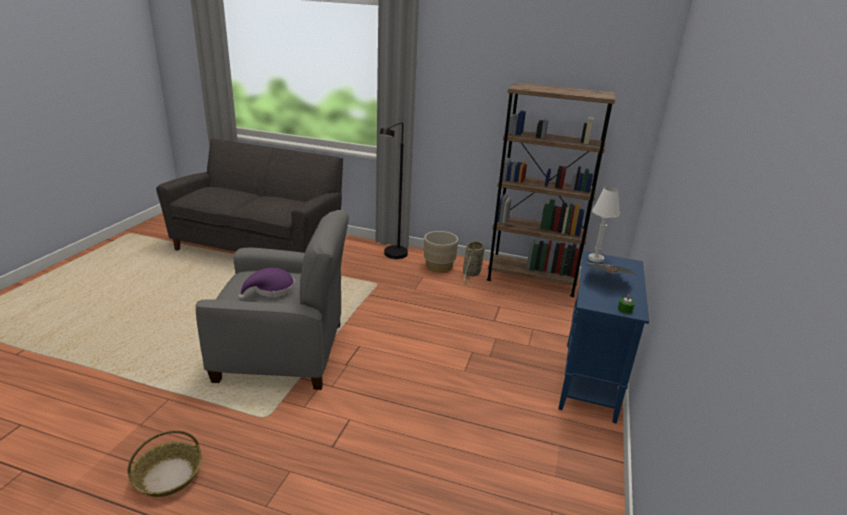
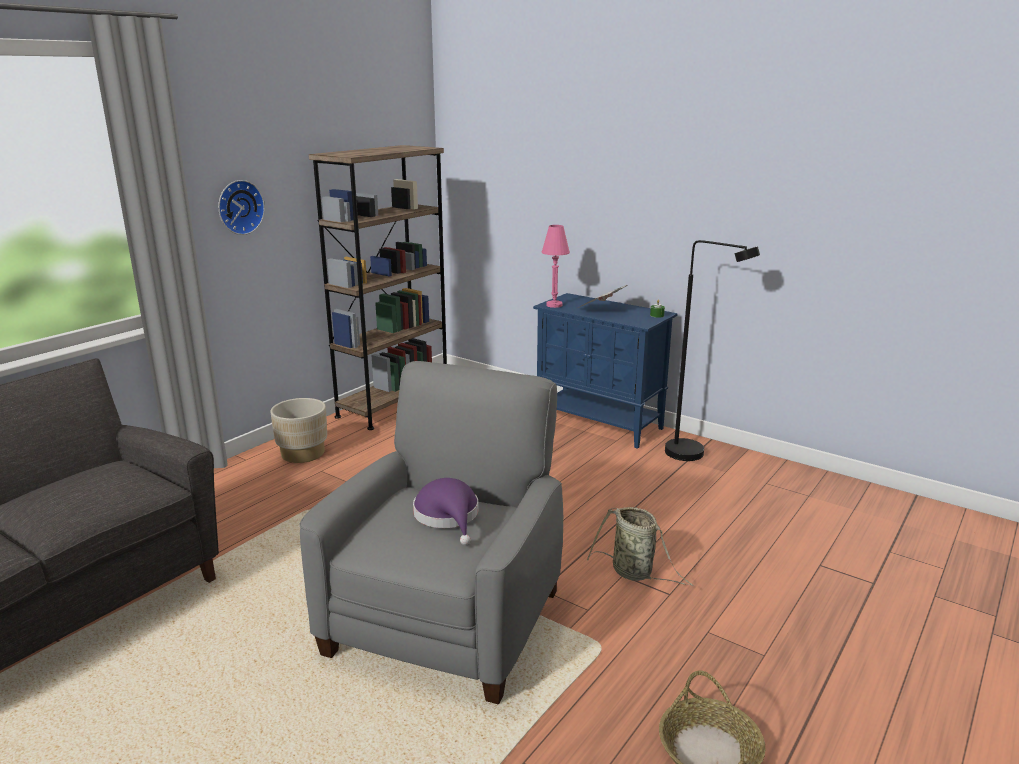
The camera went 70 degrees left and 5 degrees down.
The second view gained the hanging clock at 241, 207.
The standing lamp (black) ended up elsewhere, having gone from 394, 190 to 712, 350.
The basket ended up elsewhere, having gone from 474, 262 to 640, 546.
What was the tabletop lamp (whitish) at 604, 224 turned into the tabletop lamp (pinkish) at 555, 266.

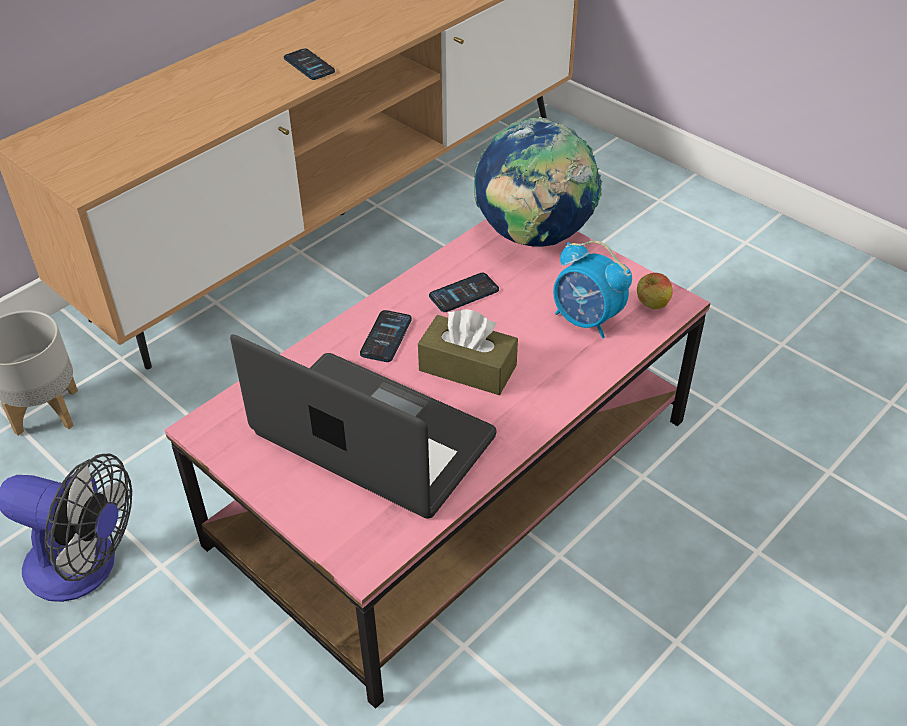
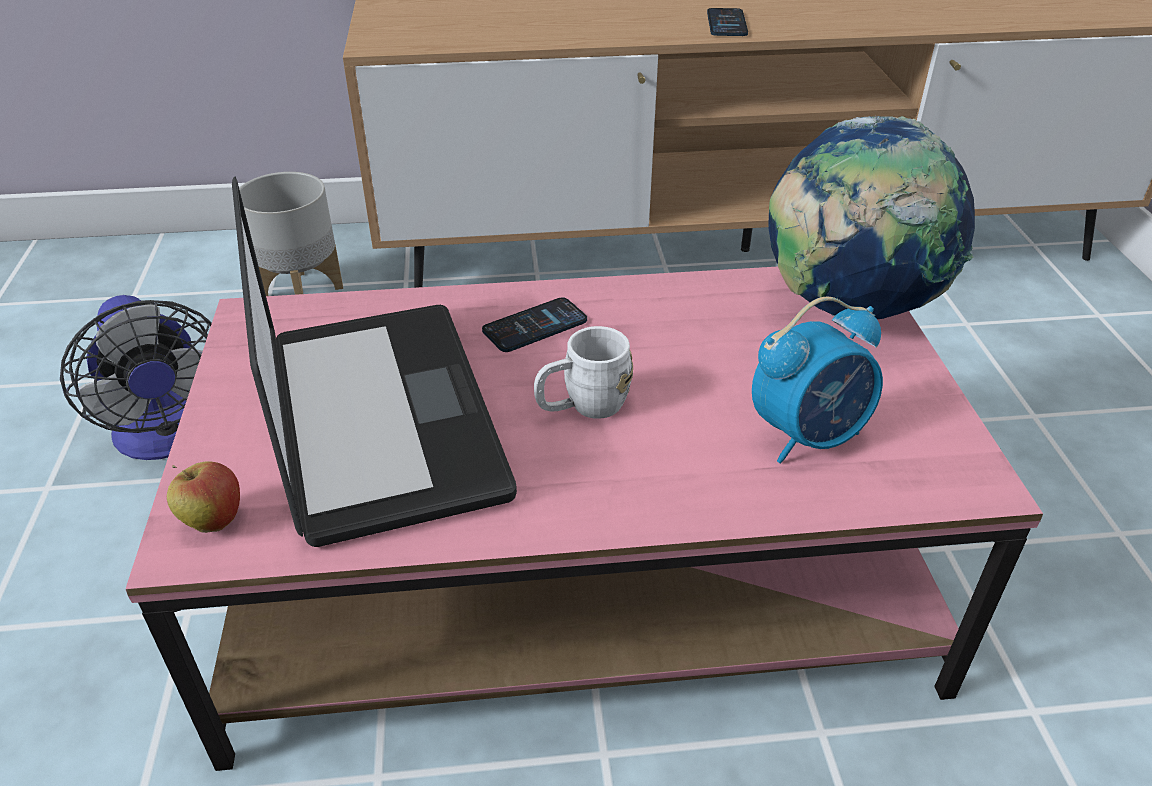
The camera went 40 degrees right and 5 degrees down.
The second view lost the telephone at 464, 292.
The apple fruit ended up elsewhere, having gone from 655, 291 to 203, 497.
Where the tissue holder (brown) stood at 468, 352, the mug (whitish) came to stand at 583, 372.
The table clock at 592, 289 ended up facing another way, 105 degrees counterclockwise from before.

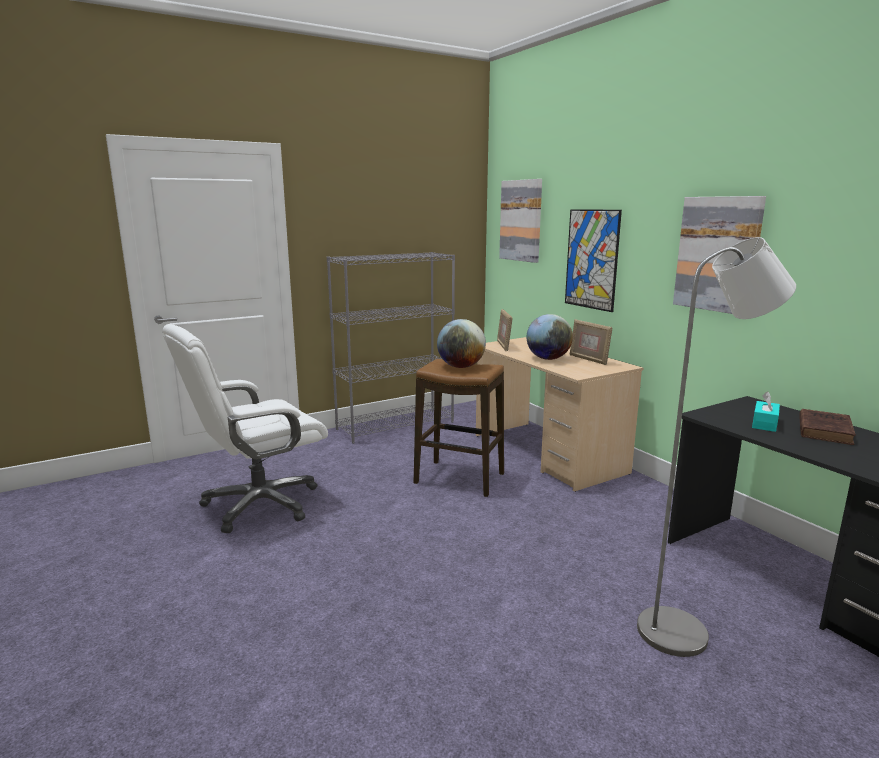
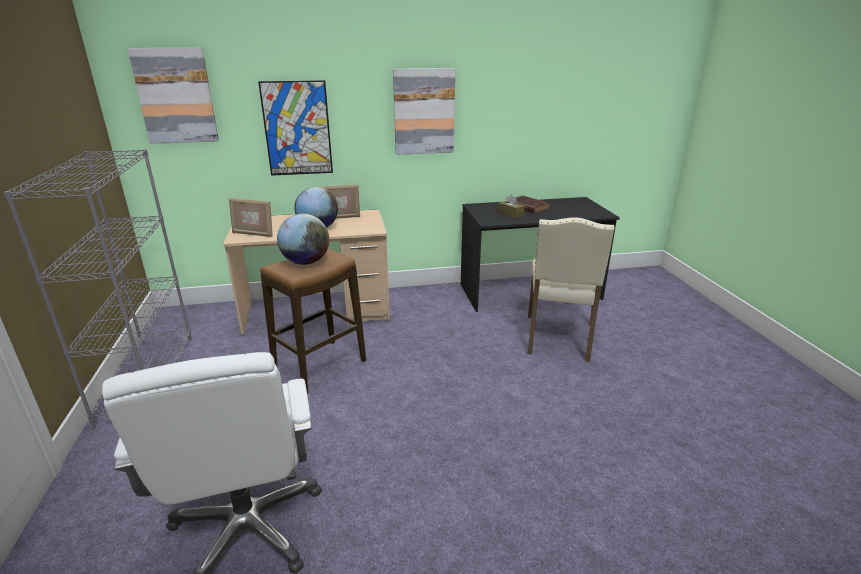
The camera went 70 degrees left and 10 degrees up.
Where the standing lamp (greyish) stood at 716, 447, the chair (beige) came to stand at 571, 289.
What was the tissue holder (turquoise-coloured) at 766, 411 turned into the tissue holder (brown) at 511, 206.

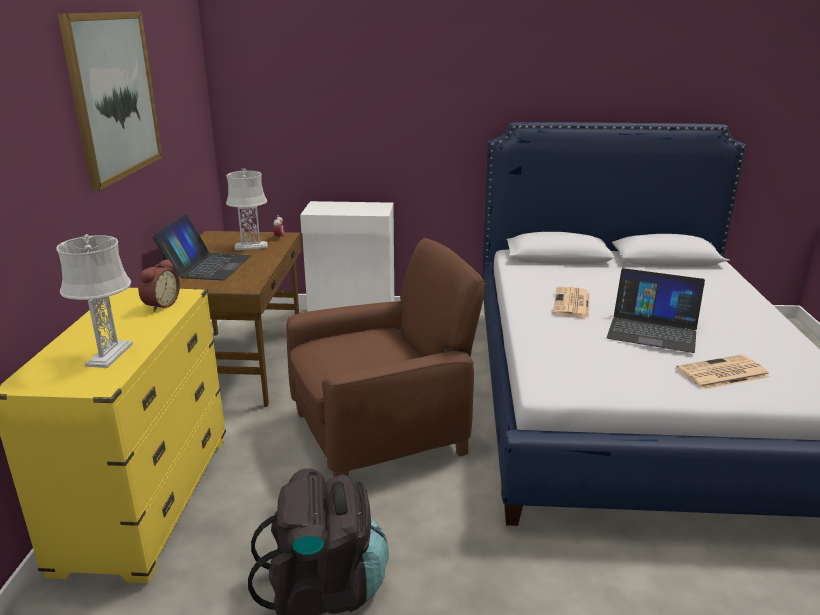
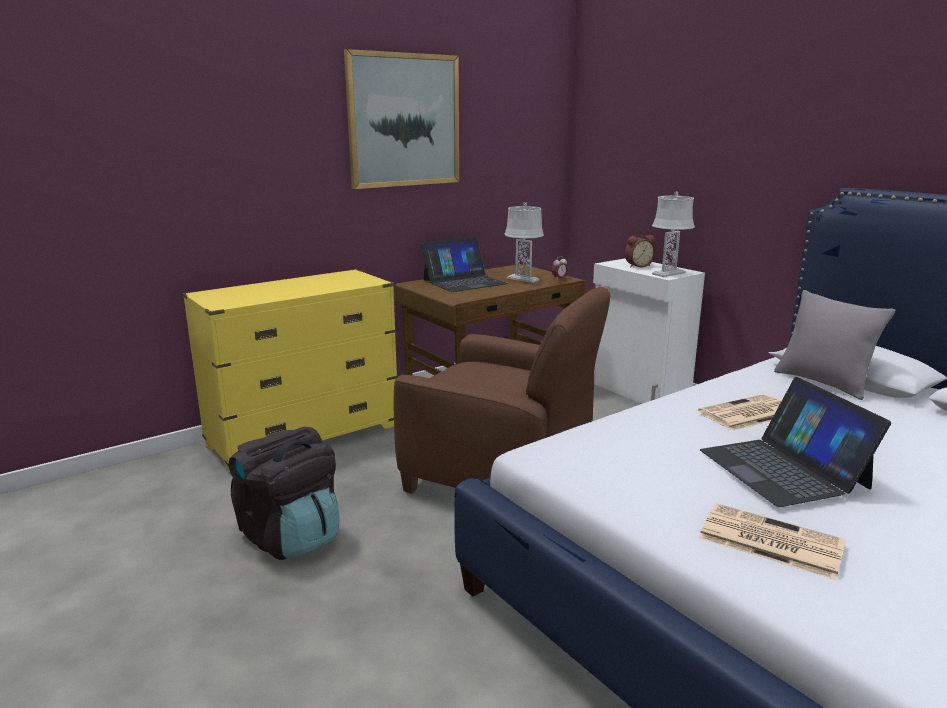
The camera went 50 degrees right and 5 degrees down.
The second view gained the throw pillow (greyish) at 834, 345.
The tabletop lamp (greyish) ended up elsewhere, having gone from 94, 301 to 673, 234.
The table clock ended up elsewhere, having gone from 159, 285 to 640, 251.

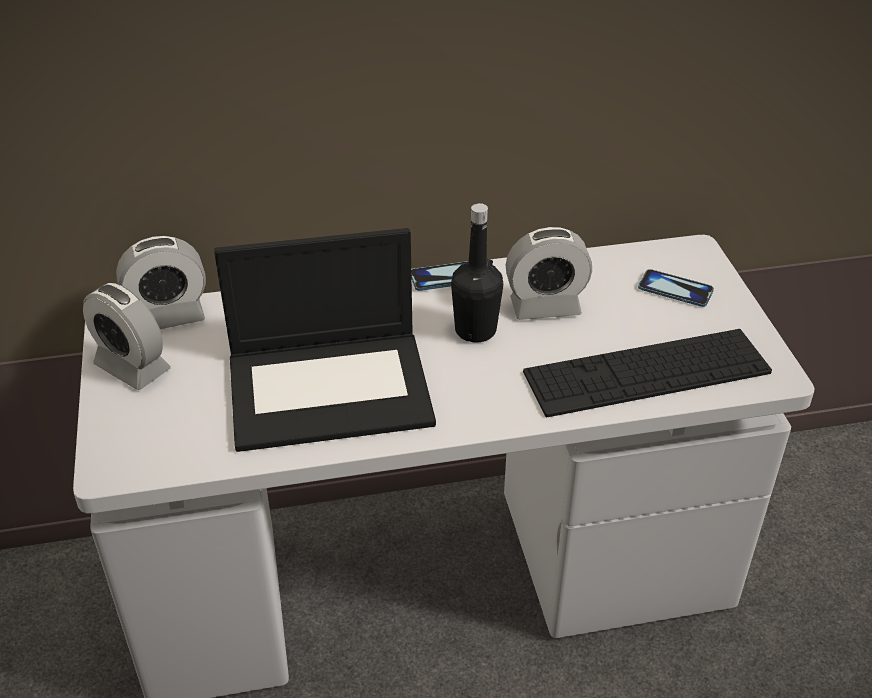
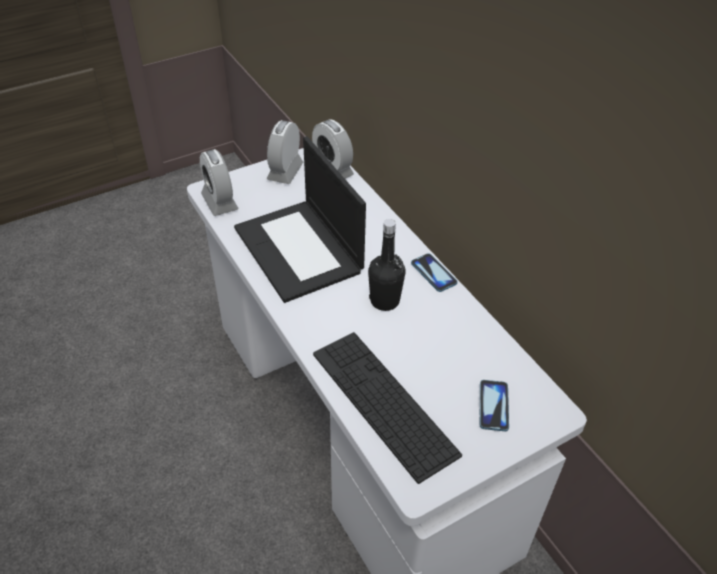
The camera went 70 degrees right and 5 degrees up.
The table clock ended up elsewhere, having gone from 549, 273 to 219, 182.

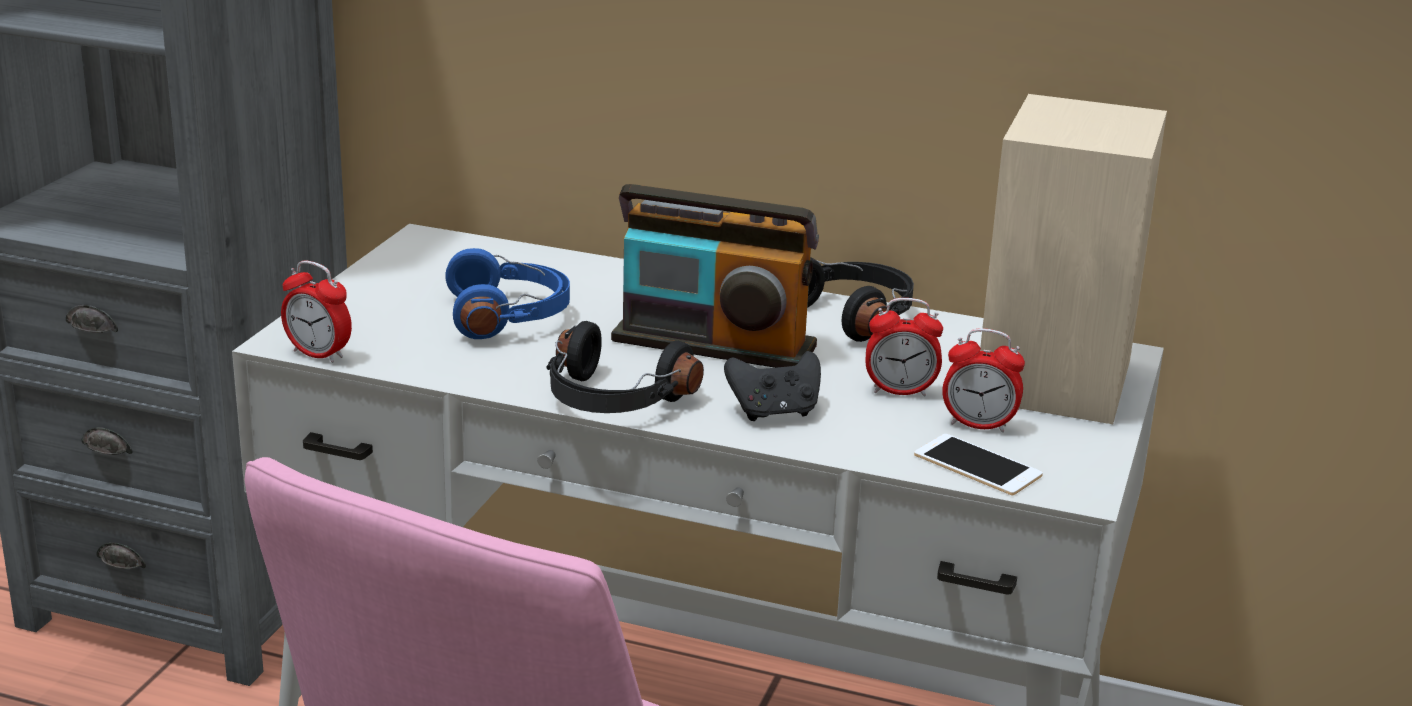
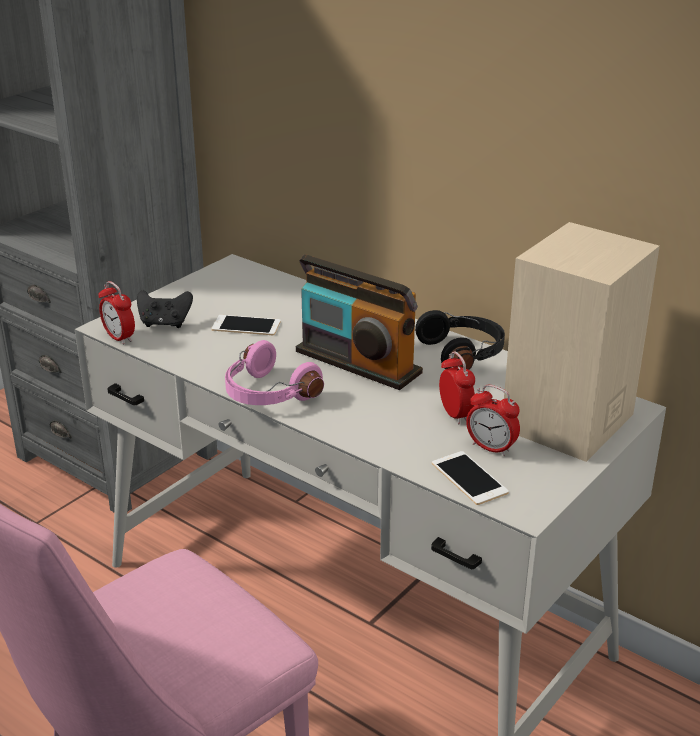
The camera went 20 degrees right and 5 degrees up.
The game controller (black) ended up elsewhere, having gone from 772, 386 to 165, 309.
Where the pair of headphones (blue) stood at 507, 293, the telephone came to stand at 246, 325.
What was the pair of headphones (black) at 625, 367 turned into the pair of headphones (pinkish) at 274, 372.
The table clock at 904, 347 ended up facing another way, 135 degrees counterclockwise from before.

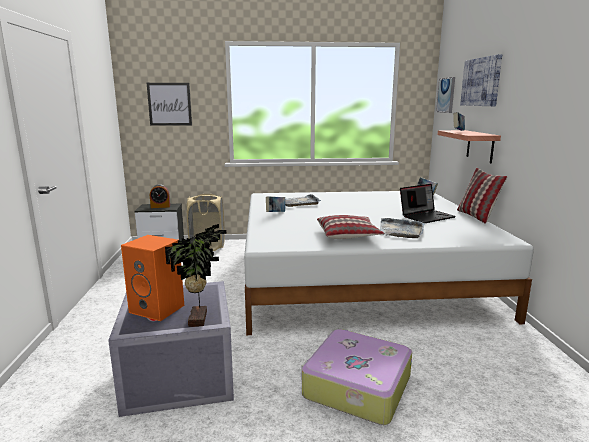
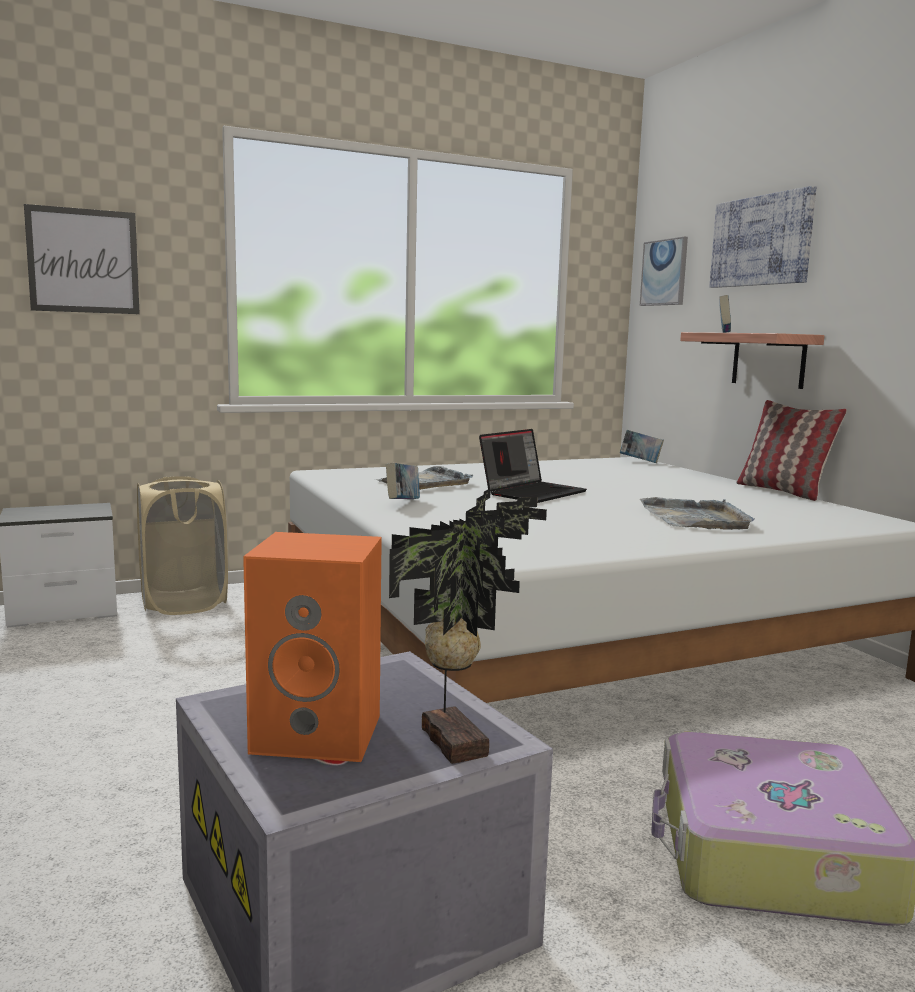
The camera went 20 degrees left and 5 degrees down.
The second view lost the table clock at 160, 196.
The second view lost the throw pillow at 350, 227.
The notebook computer ended up elsewhere, having gone from 428, 203 to 533, 466.

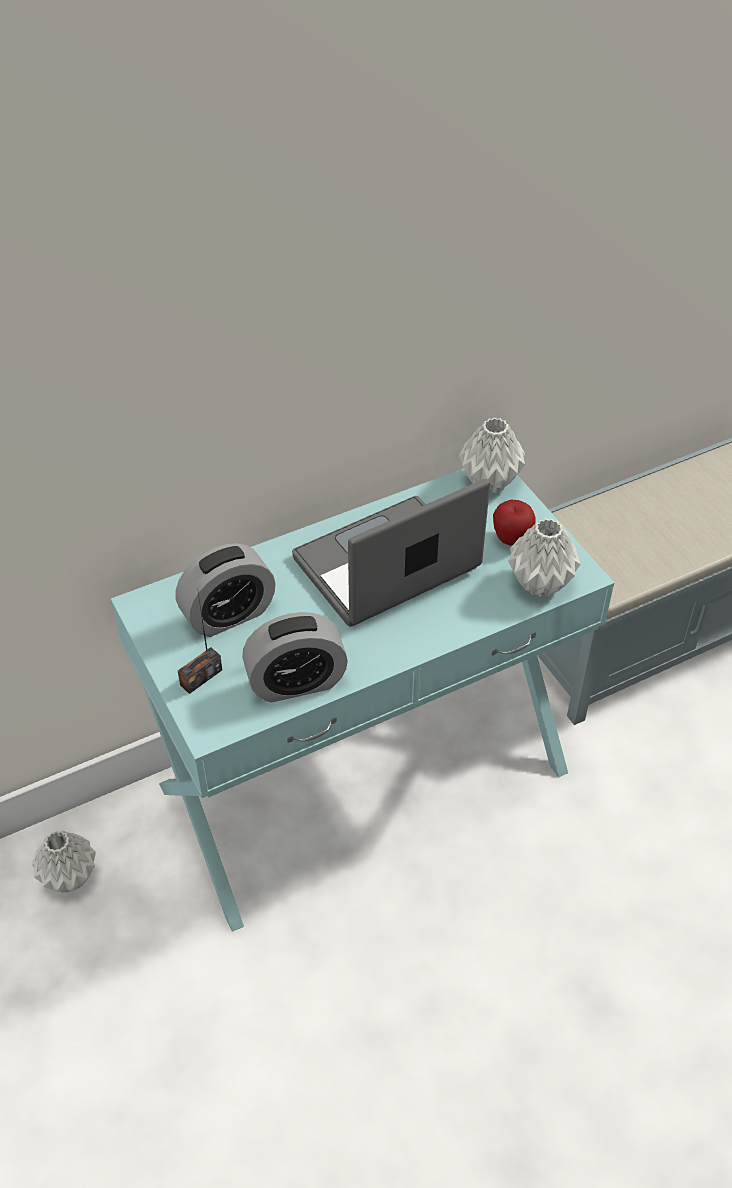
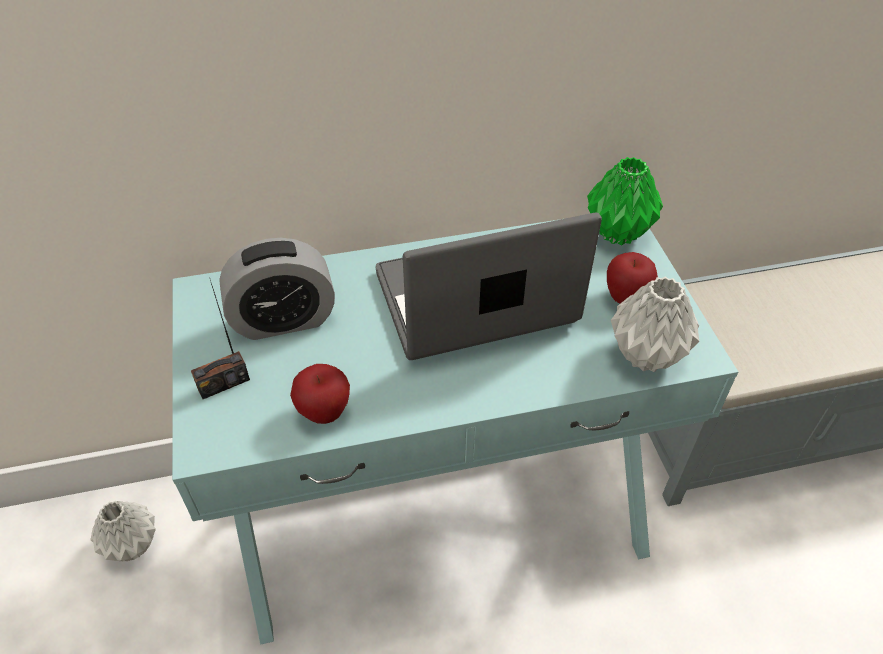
The camera went 15 degrees right and 0 degrees up.
Where the table clock stood at 295, 657, the apple fruit came to stand at 320, 394.
What was the decorative vase (greyish) at 492, 455 turned into the decorative vase (green) at 625, 201.

